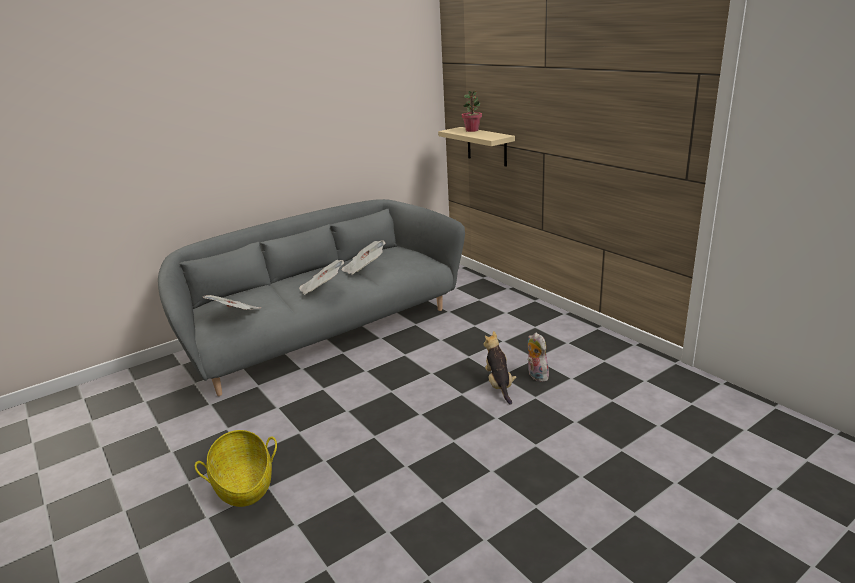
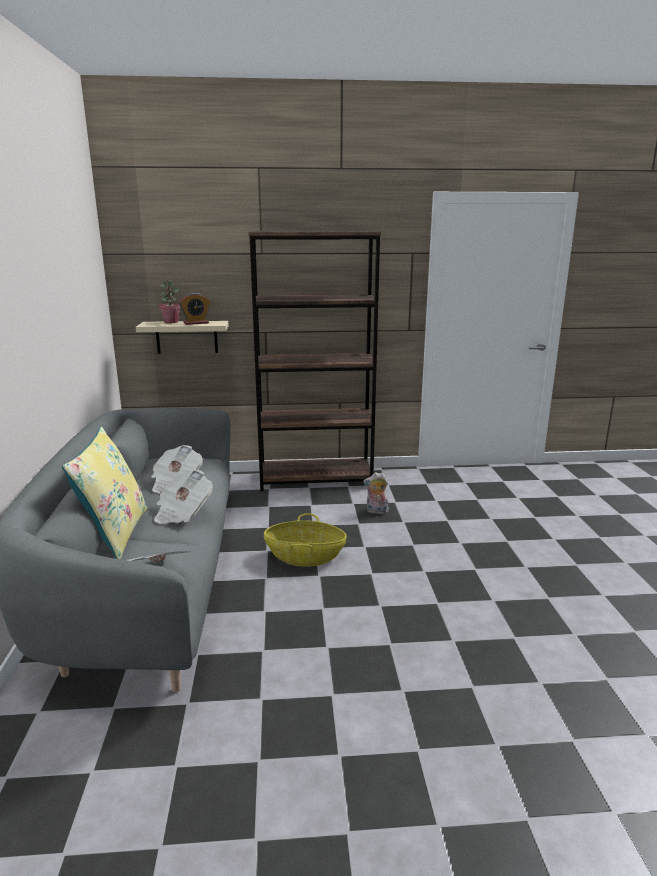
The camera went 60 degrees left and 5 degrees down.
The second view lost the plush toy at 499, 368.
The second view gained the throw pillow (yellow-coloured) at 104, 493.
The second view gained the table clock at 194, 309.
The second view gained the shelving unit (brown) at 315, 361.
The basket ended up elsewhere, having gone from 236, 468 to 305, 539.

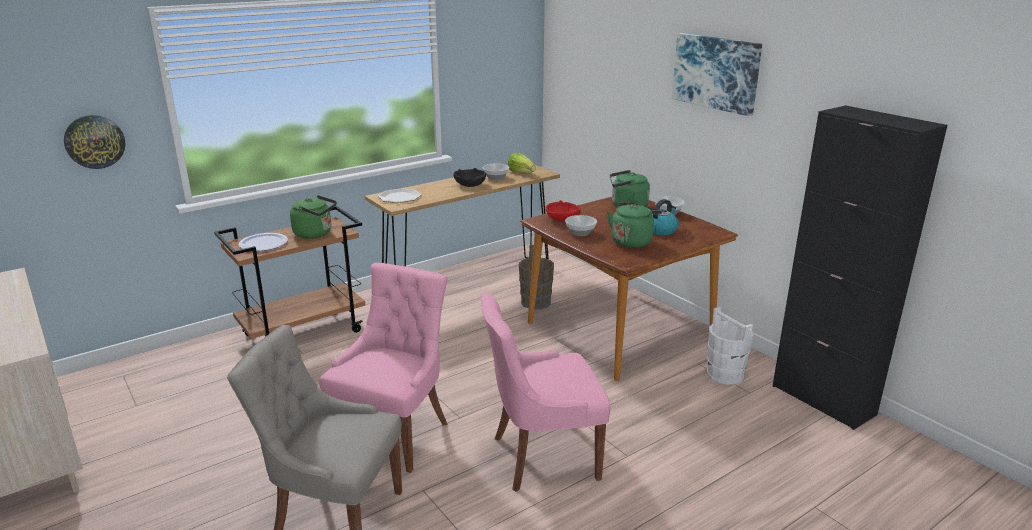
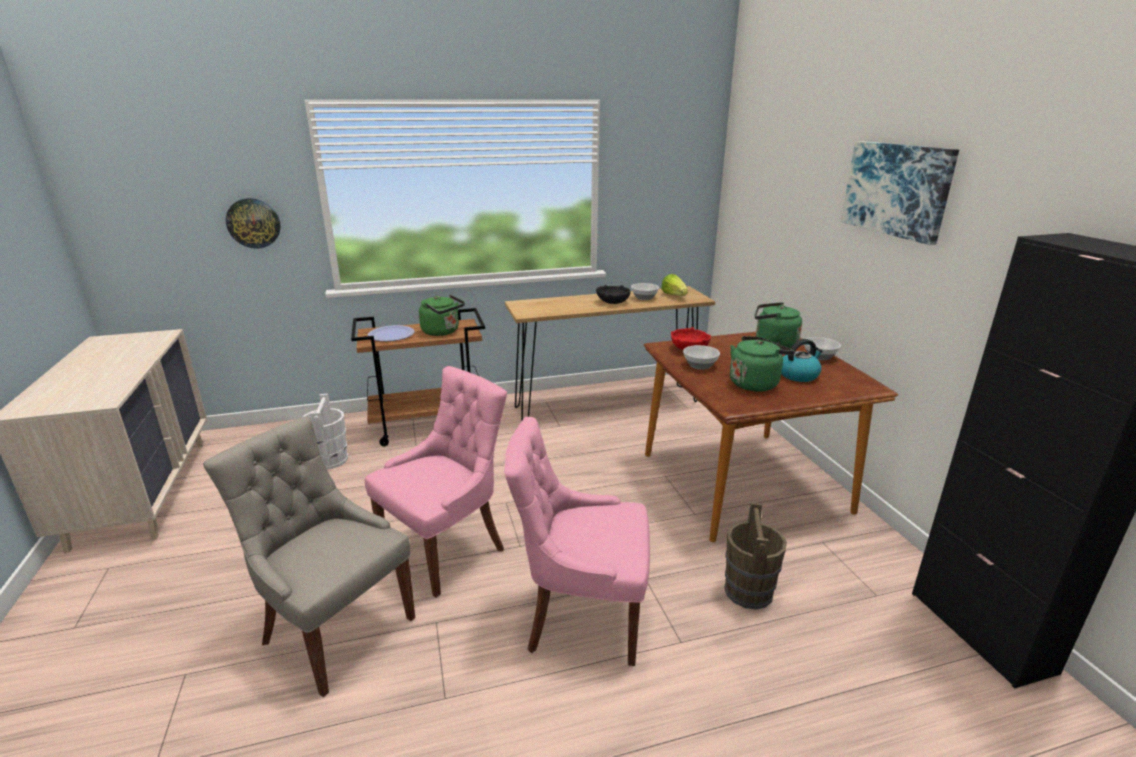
The camera went 20 degrees right and 0 degrees up.
The second view lost the dinner plate at 399, 195.
The bucket (brown) ended up elsewhere, having gone from 536, 277 to 755, 555.
The bucket (whitish) ended up elsewhere, having gone from 730, 346 to 325, 431.

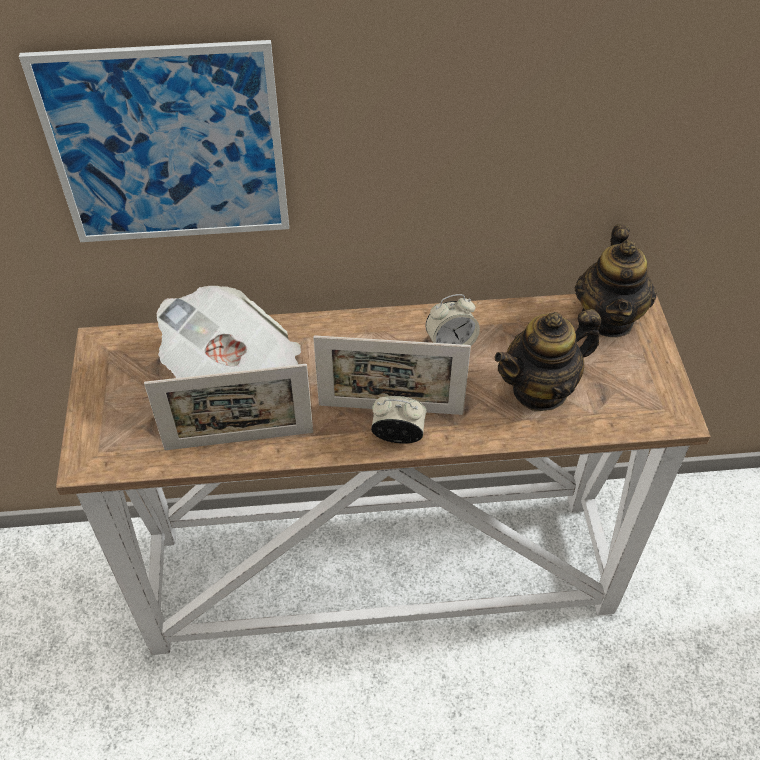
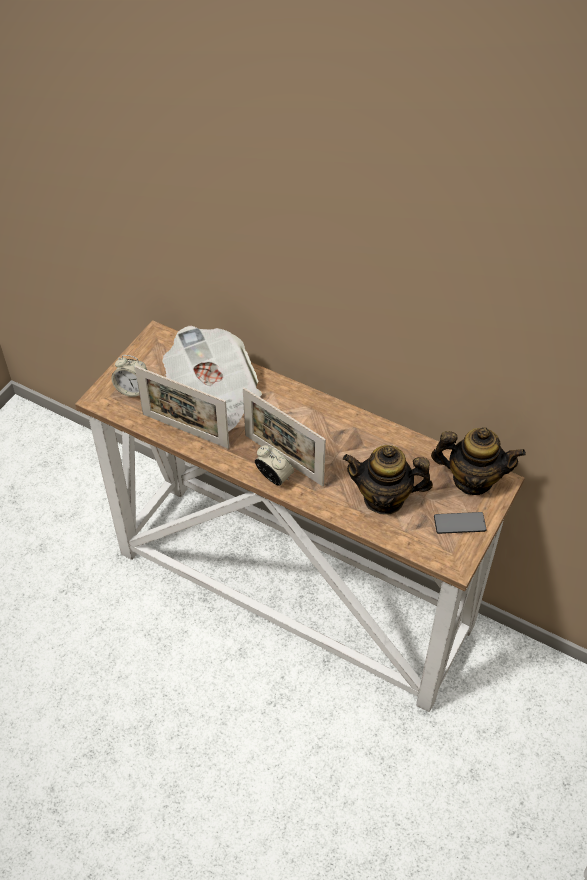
The camera went 35 degrees right and 0 degrees up.
The second view lost the wall art at 154, 141.
The second view gained the telephone at 460, 523.
The table clock ended up elsewhere, having gone from 453, 320 to 129, 376.
The tea pot at 616, 280 ended up facing another way, 120 degrees counterclockwise from before.

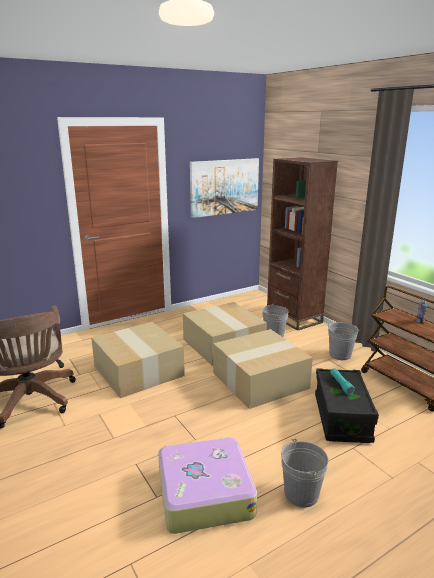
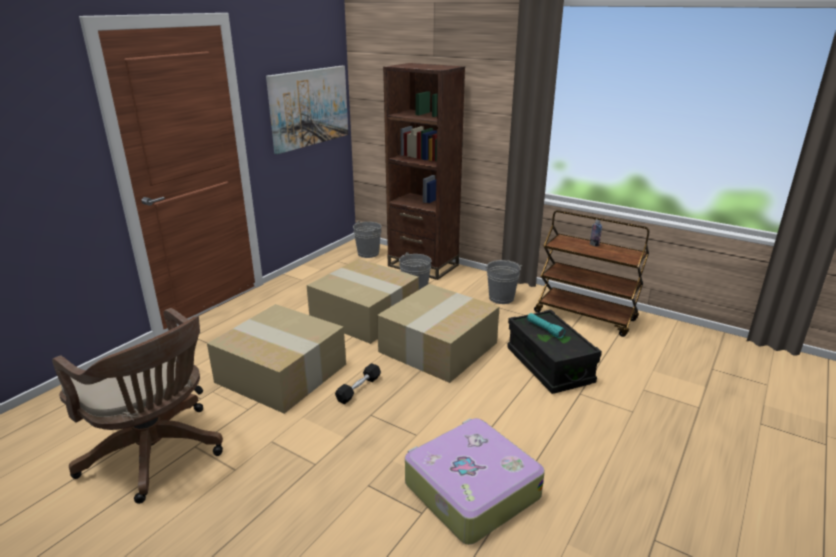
The camera went 25 degrees left and 5 degrees up.
The second view gained the dumbbell (black) at 358, 383.
The bucket (greyish) ended up elsewhere, having gone from 304, 473 to 367, 239.

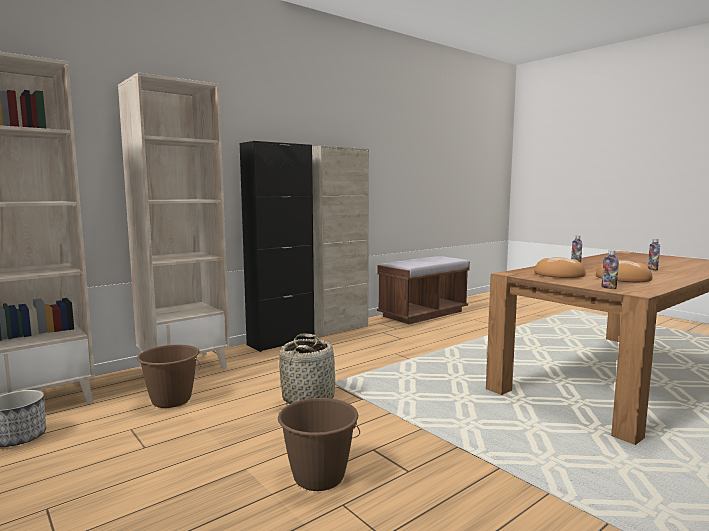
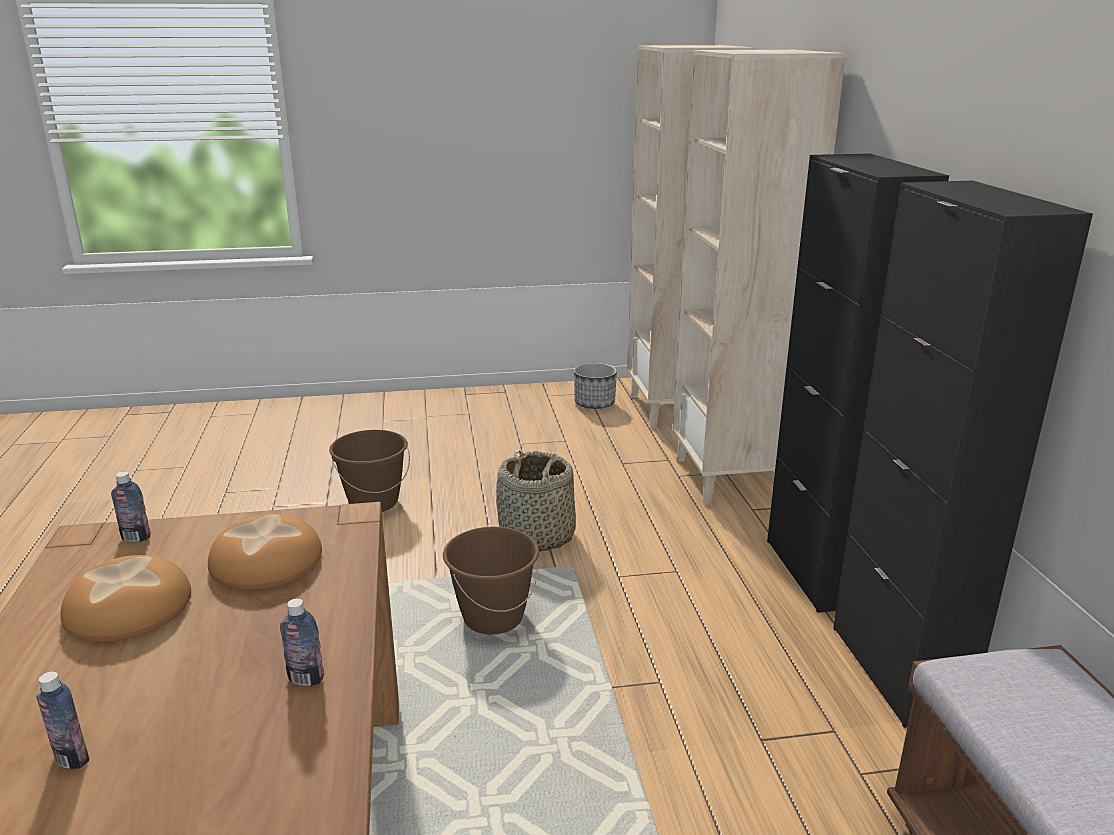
The camera went 120 degrees right and 15 degrees up.
The bucket (brown) ended up elsewhere, having gone from 169, 376 to 491, 581.
What was the cupboard (beige) at 340, 241 turned into the cupboard (black) at 963, 454.

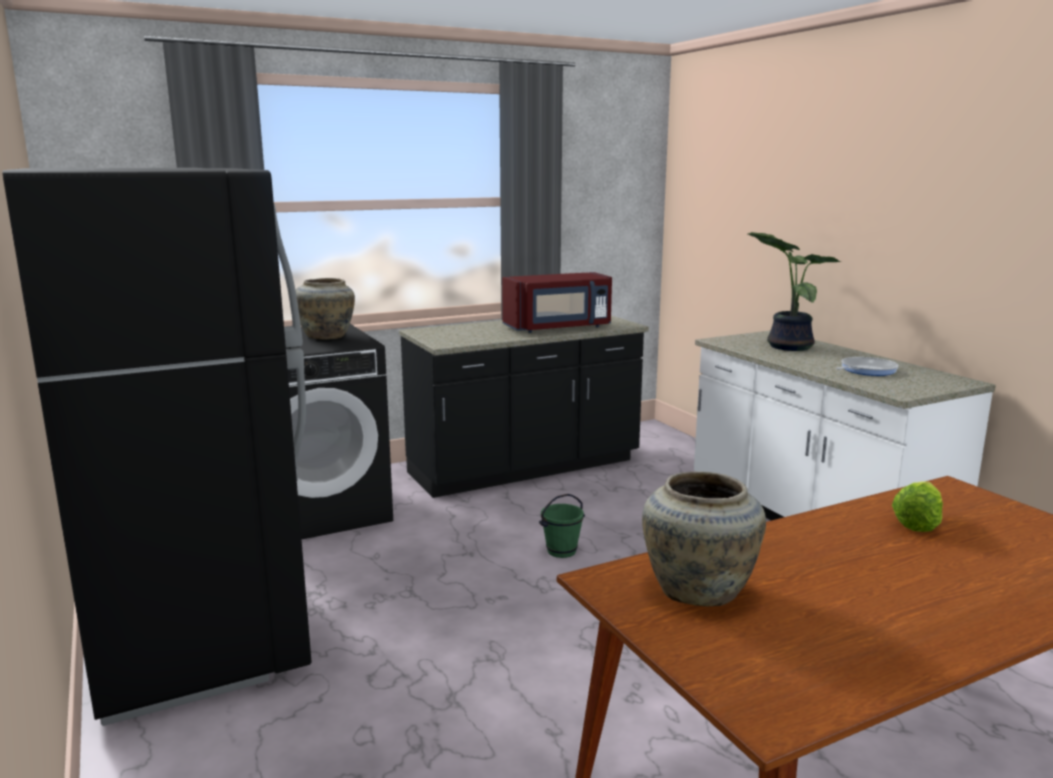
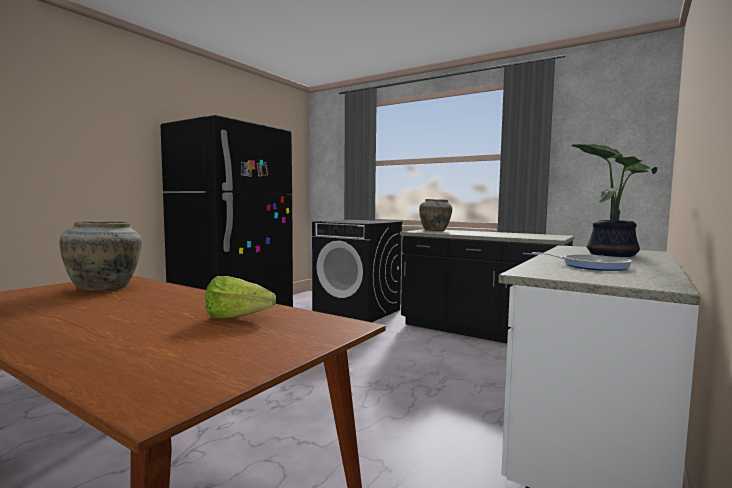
The camera went 60 degrees right and 10 degrees down.
The second view lost the microwave oven (red) at 557, 302.
The second view lost the bucket (green) at 562, 526.
The decorative vase (beige) ended up elsewhere, having gone from 325, 308 to 435, 215.

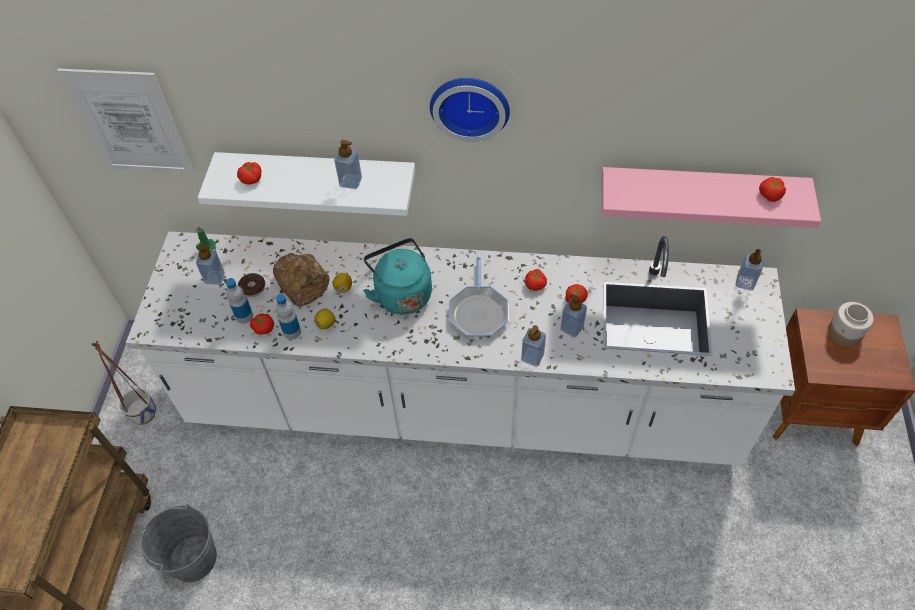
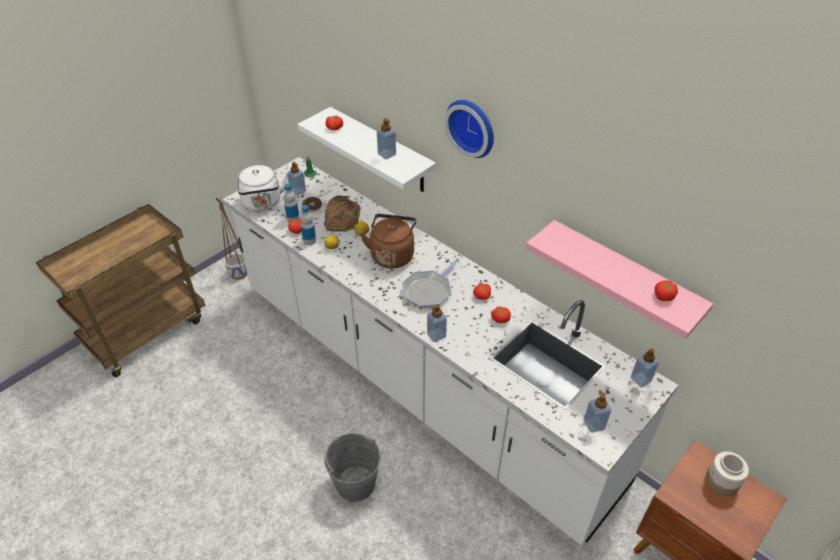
The camera went 35 degrees right and 10 degrees down.
The second view lost the wall art at 125, 121.
The second view gained the tea kettle (whitish) at 262, 188.
The bucket (greyish) ended up elsewhere, having gone from 179, 543 to 352, 467.
The liquid soap bottle ended up elsewhere, having gone from 573, 315 to 597, 411.
What was the tea kettle (turquoise-coloured) at 397, 276 turned into the tea kettle (brown) at 388, 241.

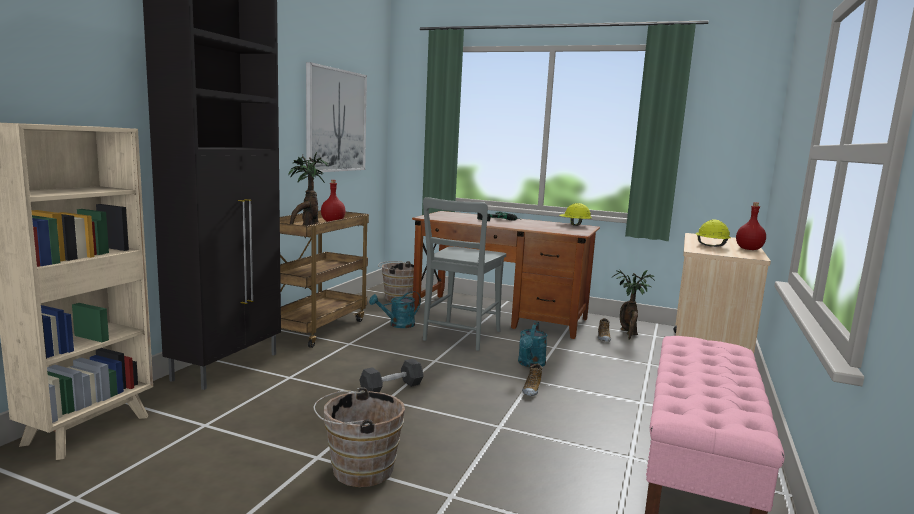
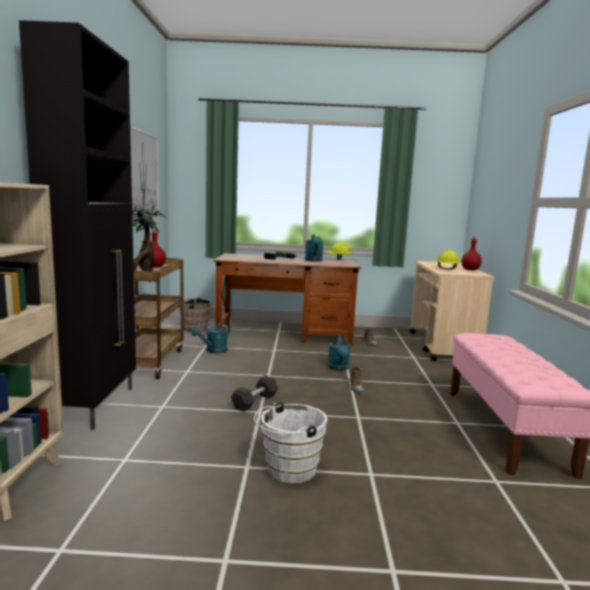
The camera went 20 degrees left and 0 degrees up.
The second view lost the chair (greyish) at 464, 274.
The second view lost the houseplant at 633, 304.
The second view gained the watering pot (turquoise-coloured) at 314, 248.
What was the bucket (brown) at 359, 437 turned into the bucket (whitish) at 291, 442.

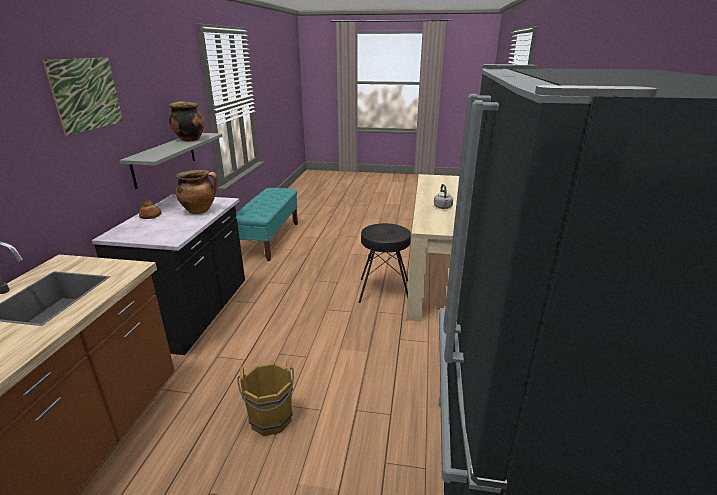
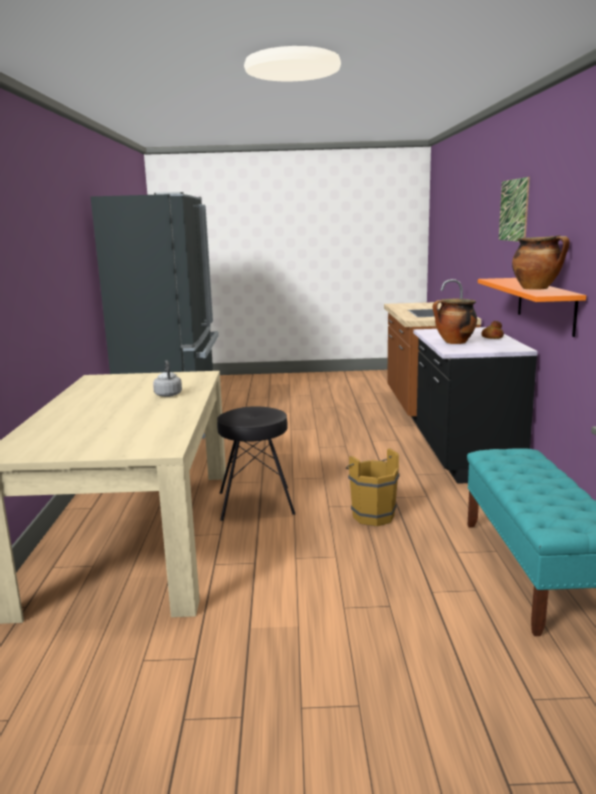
The camera went 170 degrees right and 10 degrees down.
The bucket (brown) ended up elsewhere, having gone from 265, 397 to 372, 487.
What was the shelf (greyish) at 171, 161 turned into the shelf (orange-coloured) at 532, 307.

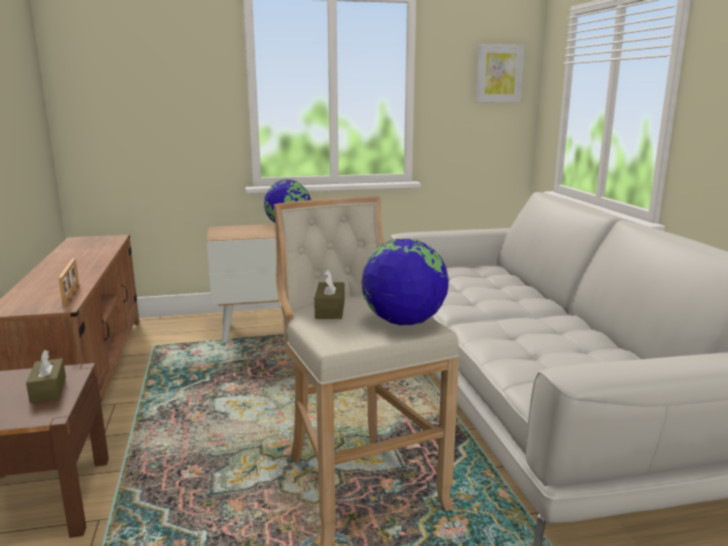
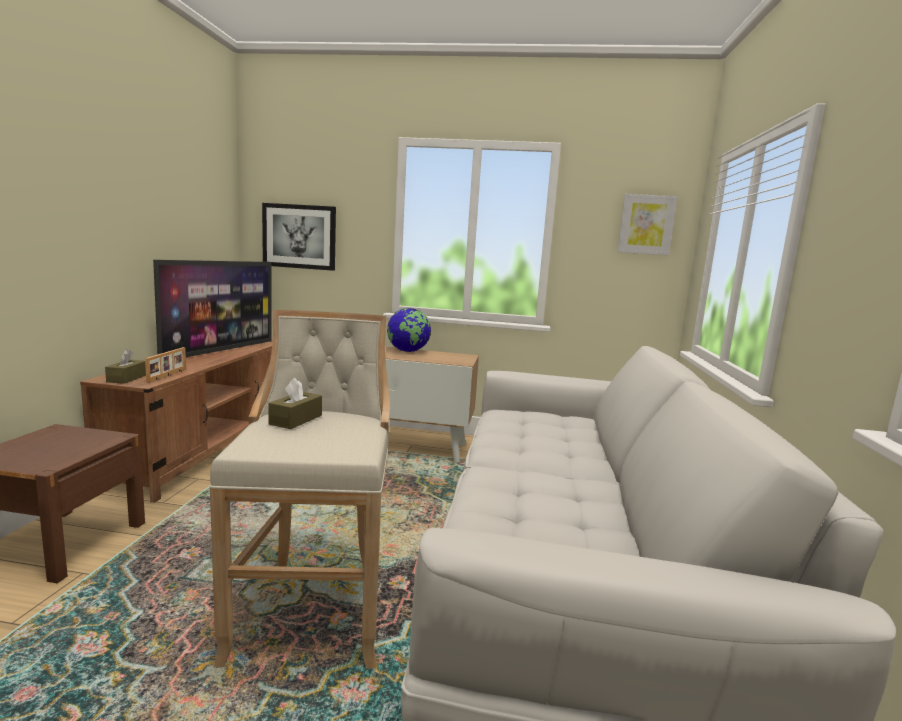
The camera went 20 degrees right and 5 degrees down.
The second view lost the desk globe at 405, 282.
The second view gained the television at 212, 308.
The second view gained the wall art at 299, 237.
The tissue holder (brown) ended up elsewhere, having gone from 46, 376 to 125, 366.

